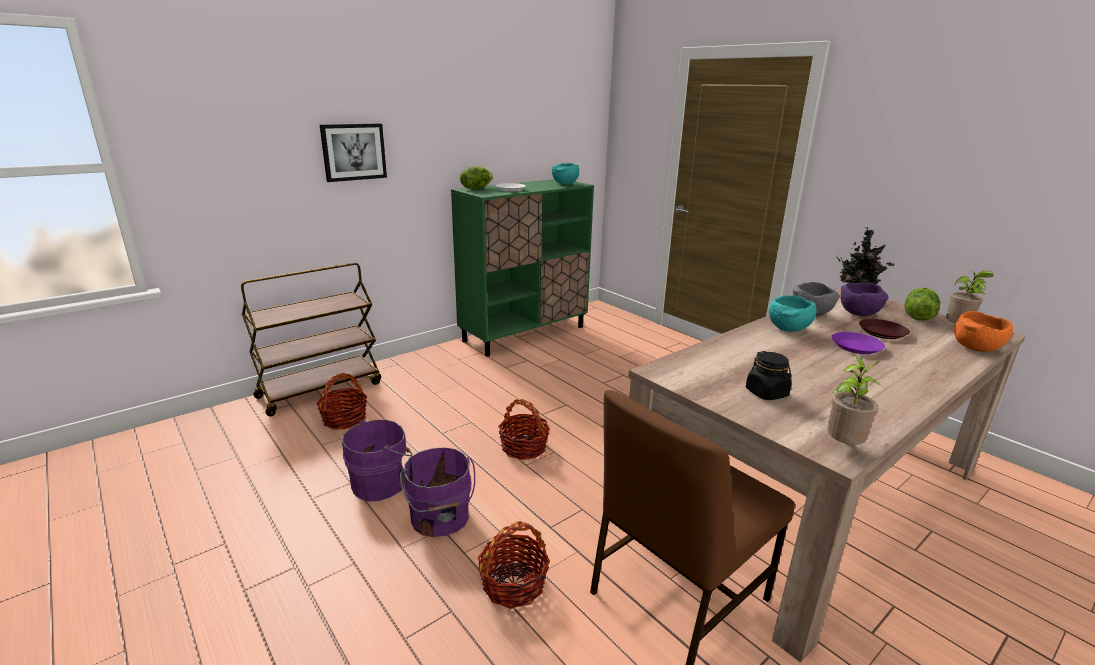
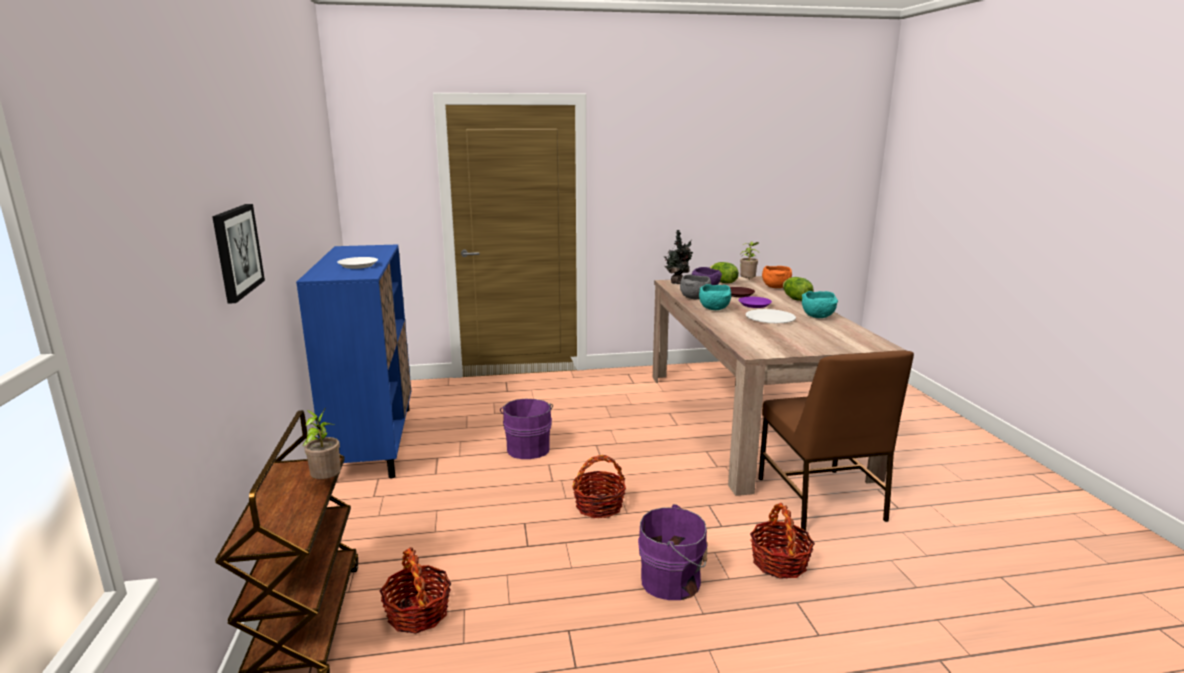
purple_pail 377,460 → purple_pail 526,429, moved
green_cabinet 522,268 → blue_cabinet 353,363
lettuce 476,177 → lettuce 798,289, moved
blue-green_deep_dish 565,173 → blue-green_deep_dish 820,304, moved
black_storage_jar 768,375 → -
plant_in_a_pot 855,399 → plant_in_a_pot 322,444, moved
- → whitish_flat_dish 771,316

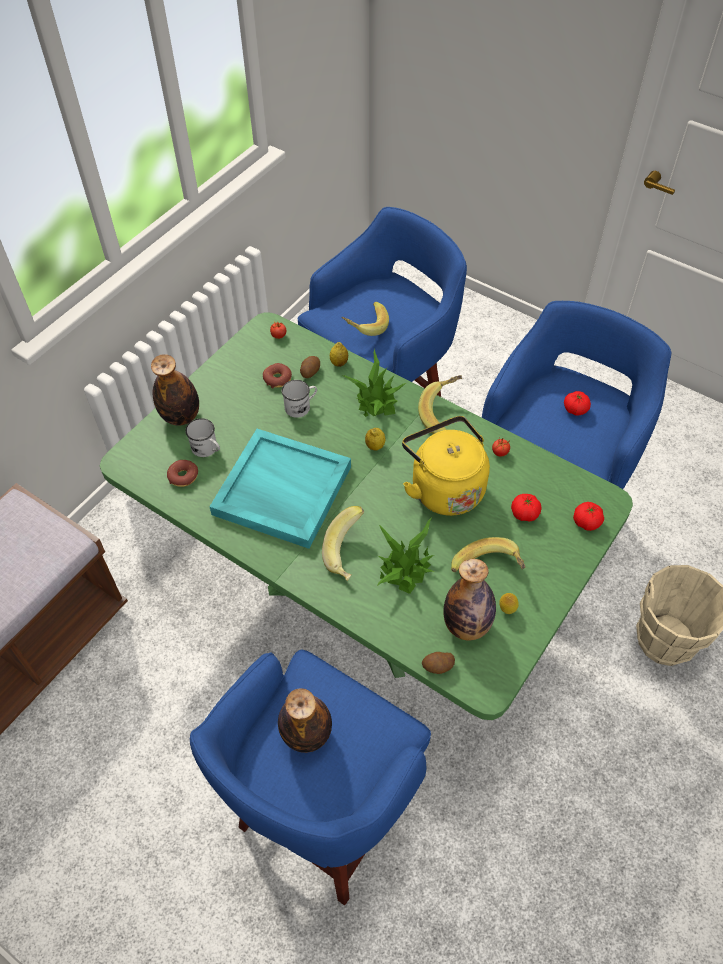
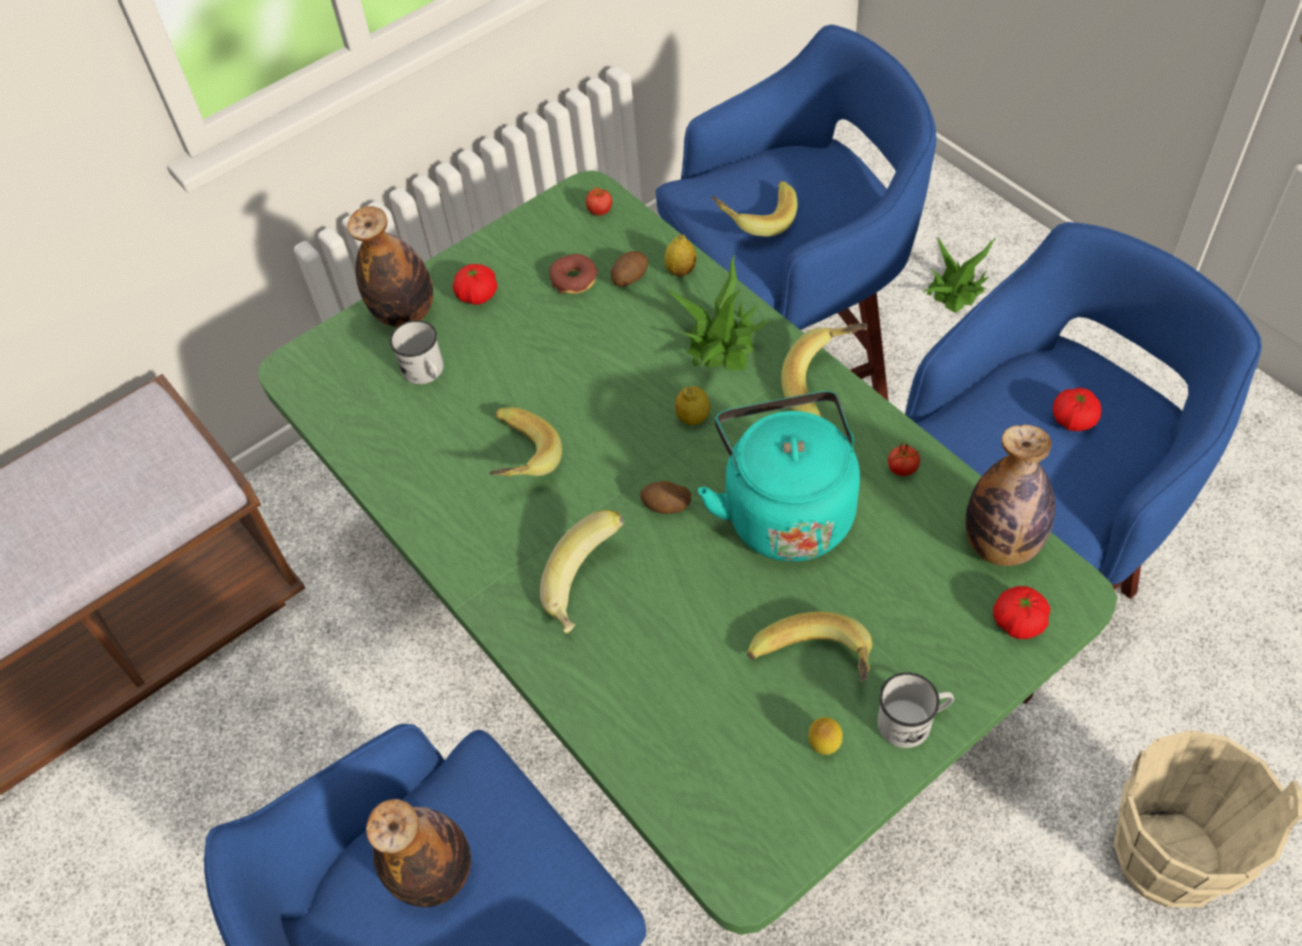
doughnut 182,473 → -
blue-green_serving_tray 280,489 → banana_fruit 525,442
whitish_tea_mug 299,399 → whitish_tea_mug 915,710, moved
plant_in_a_pot 405,555 → plant_in_a_pot 959,275, moved
yellow-coloured_water_kettle 446,466 → blue-green_water_kettle 779,476
spud 438,663 → spud 665,497, moved
drink_bottle 469,600 → drink_bottle 1010,495, moved
whole_tomato 526,508 → whole_tomato 475,284, moved

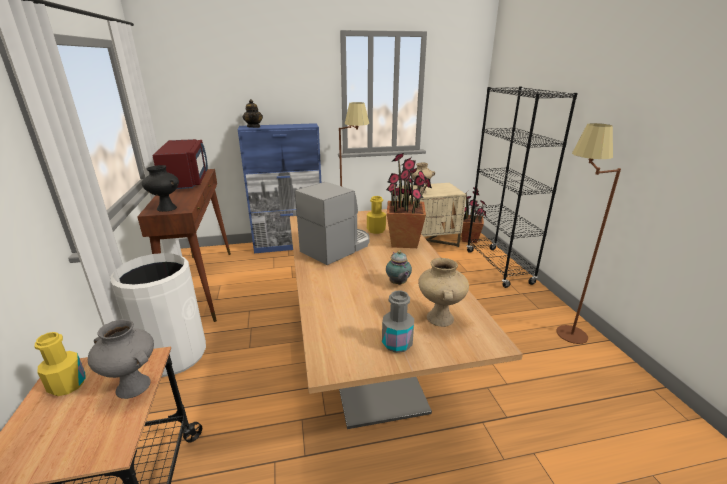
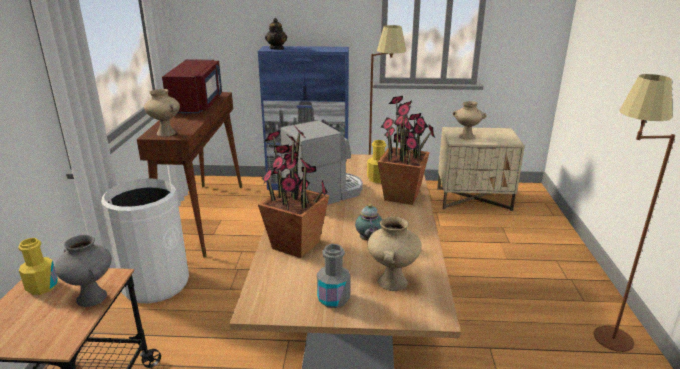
black_decorative_vase 160,188 → sand-coloured_decorative_vase 162,112
plant_in_a_pot 474,215 → plant_in_a_pot 293,191, moved
black_bookcase 522,187 → -

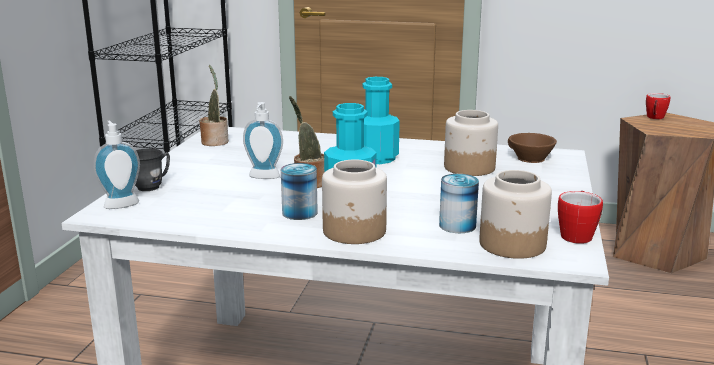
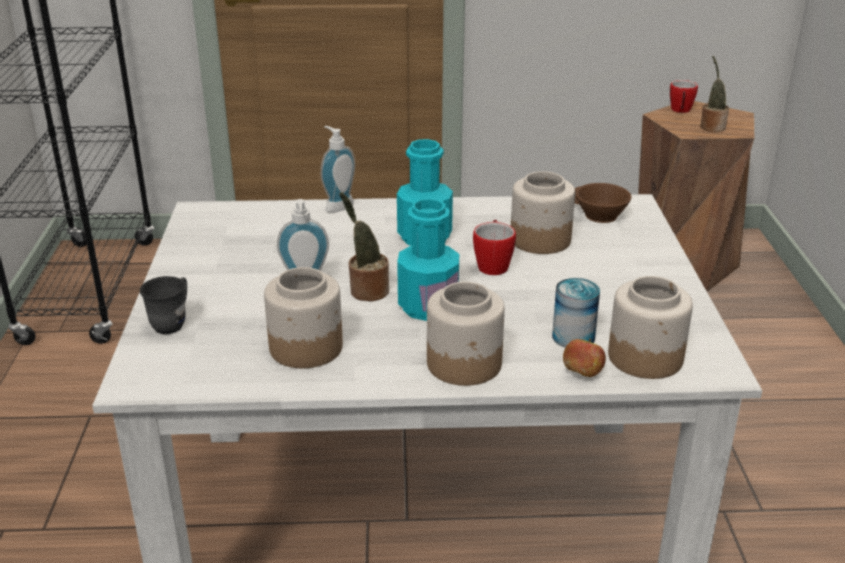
soap_dispenser 116,165 → soap_dispenser 338,169, moved
plant_in_a_pot 214,105 → plant_in_a_pot 714,94, moved
metal_can 299,191 → -
tea_mug 580,217 → tea_mug 494,247, moved
- → storage_jar 303,317
- → whole_apple 584,357

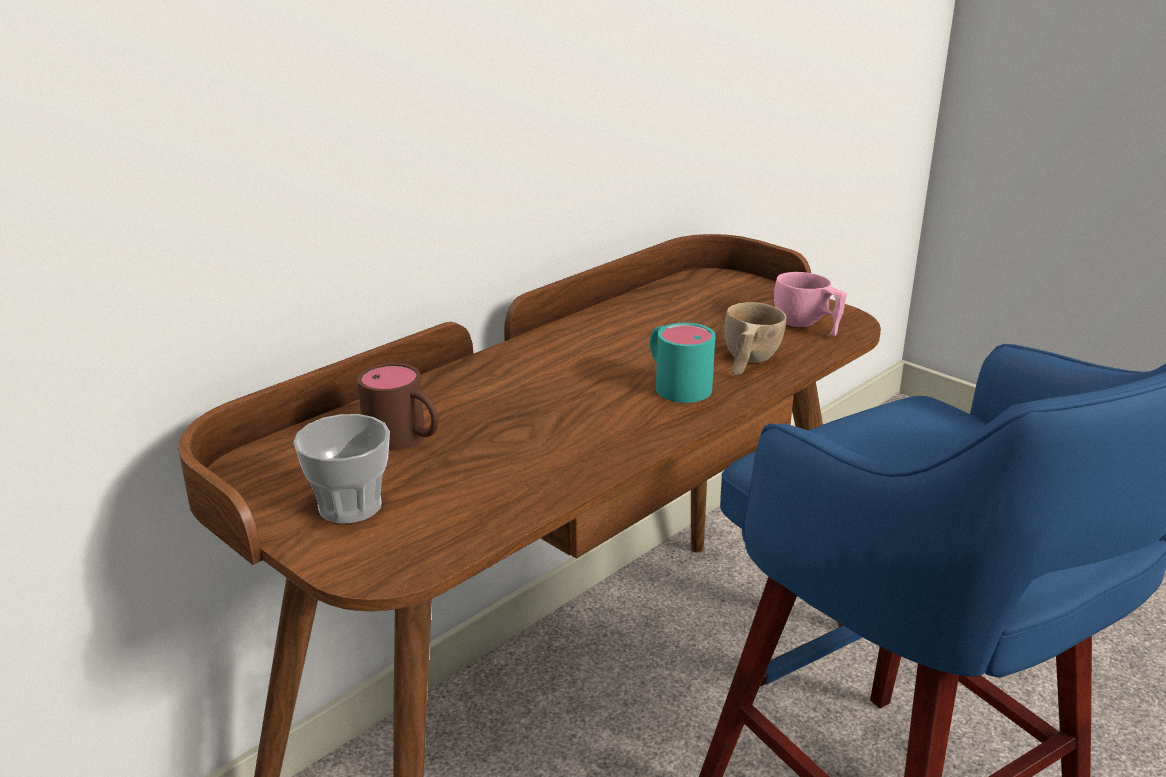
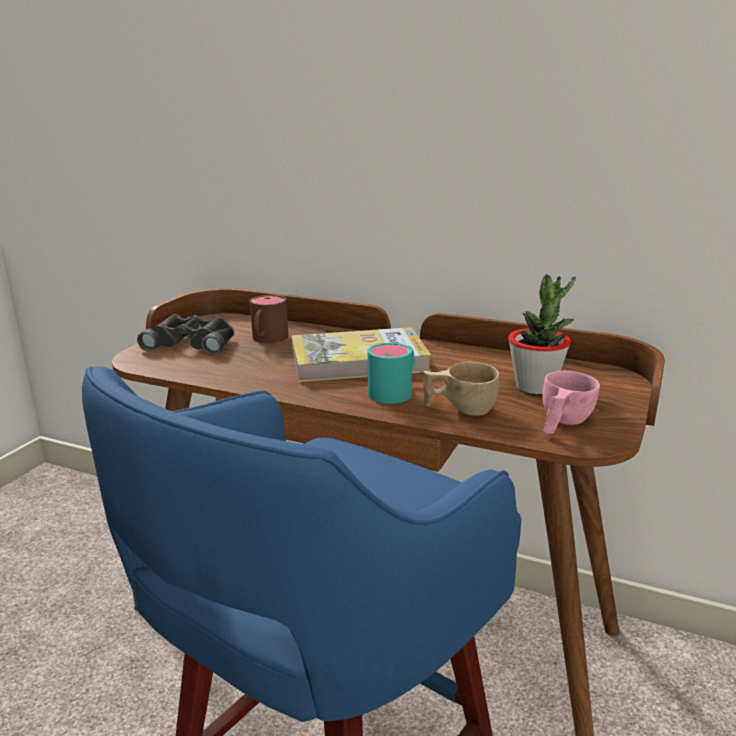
drinking_cup 341,469 → black_binoculars 185,334
- → book 361,354
- → plant_in_a_pot 542,334

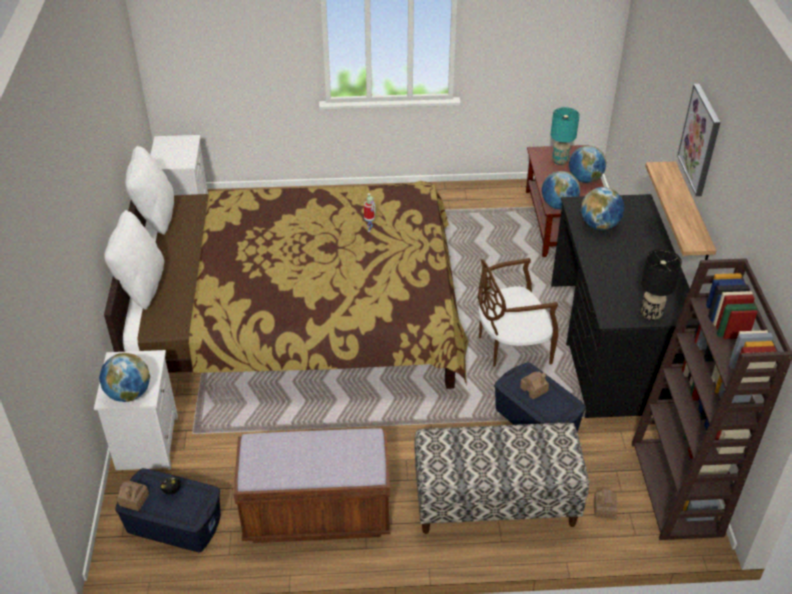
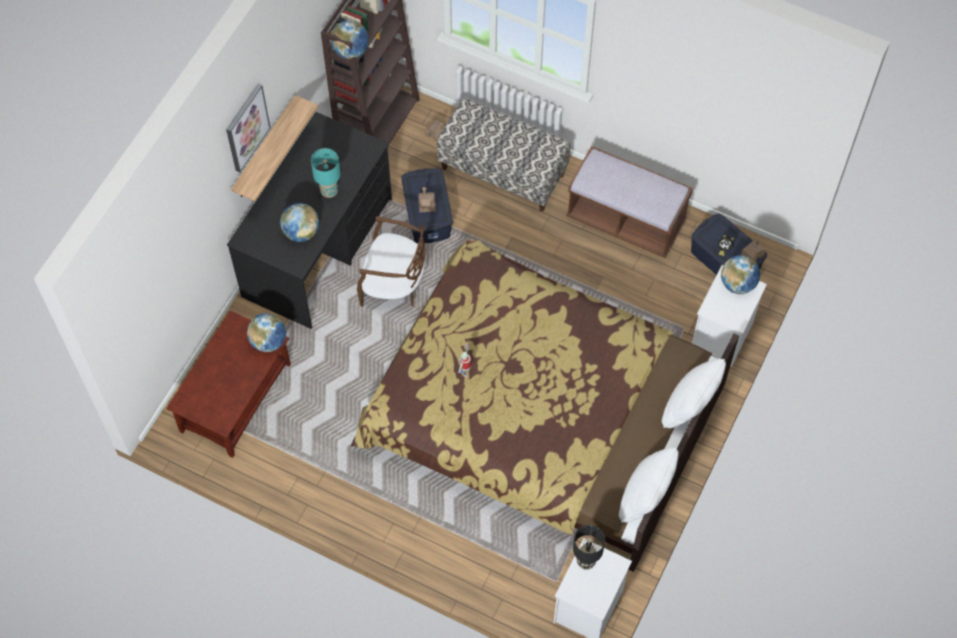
blue-green_table_lamp 565,136 → blue-green_table_lamp 326,173, moved
world_globe 588,164 → world_globe 349,39, moved
black_table_lamp 661,284 → black_table_lamp 589,547, moved

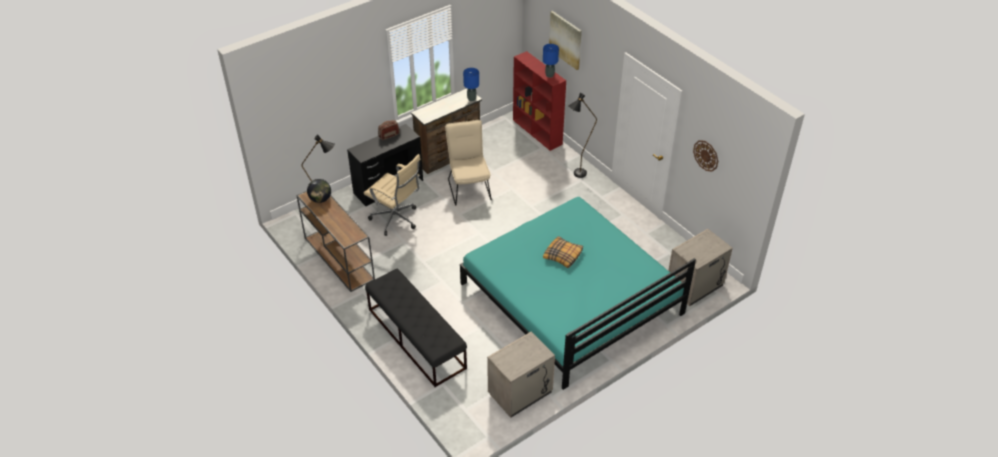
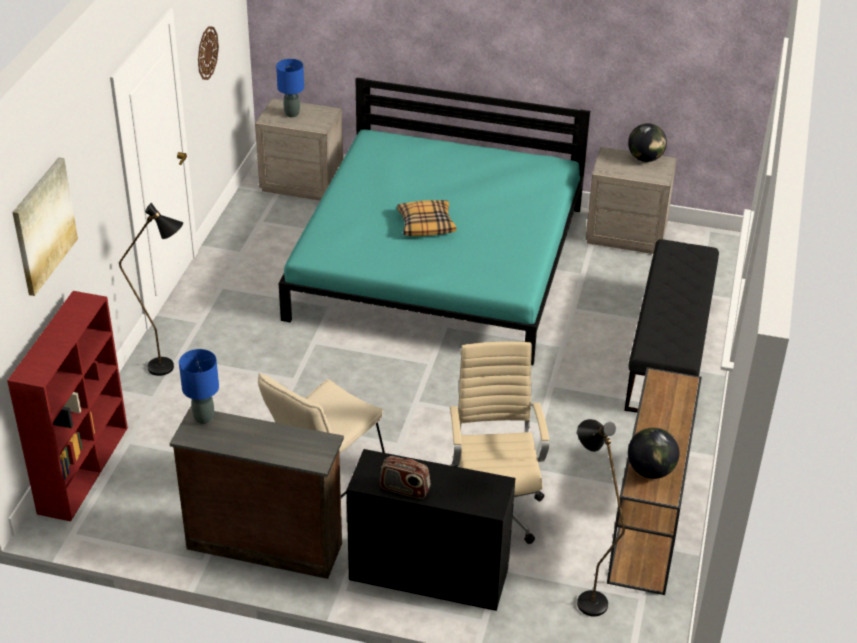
blue_table_lamp 551,61 → blue_table_lamp 290,88, moved
- → world_globe 647,142

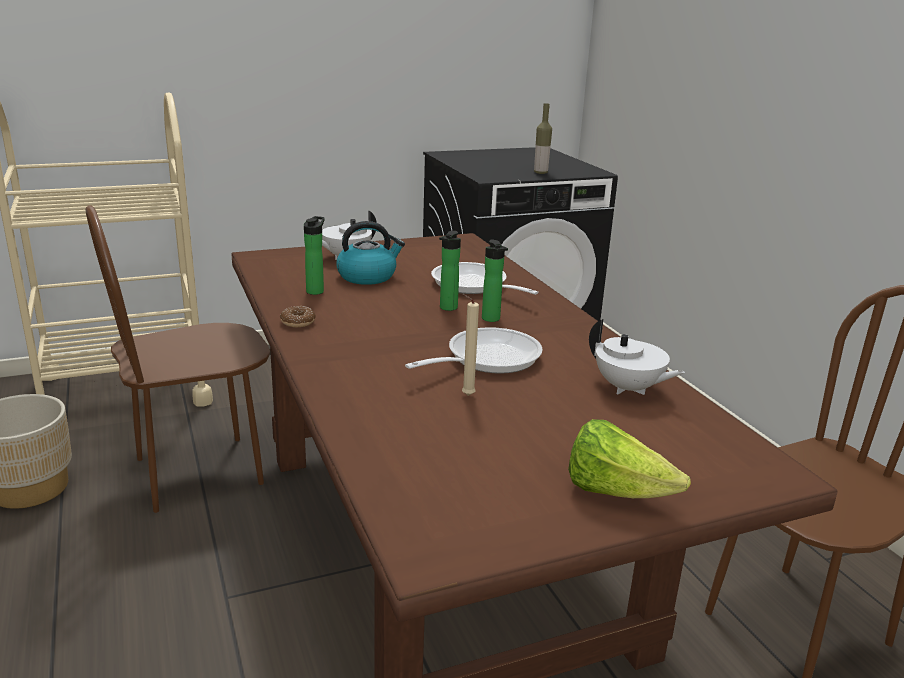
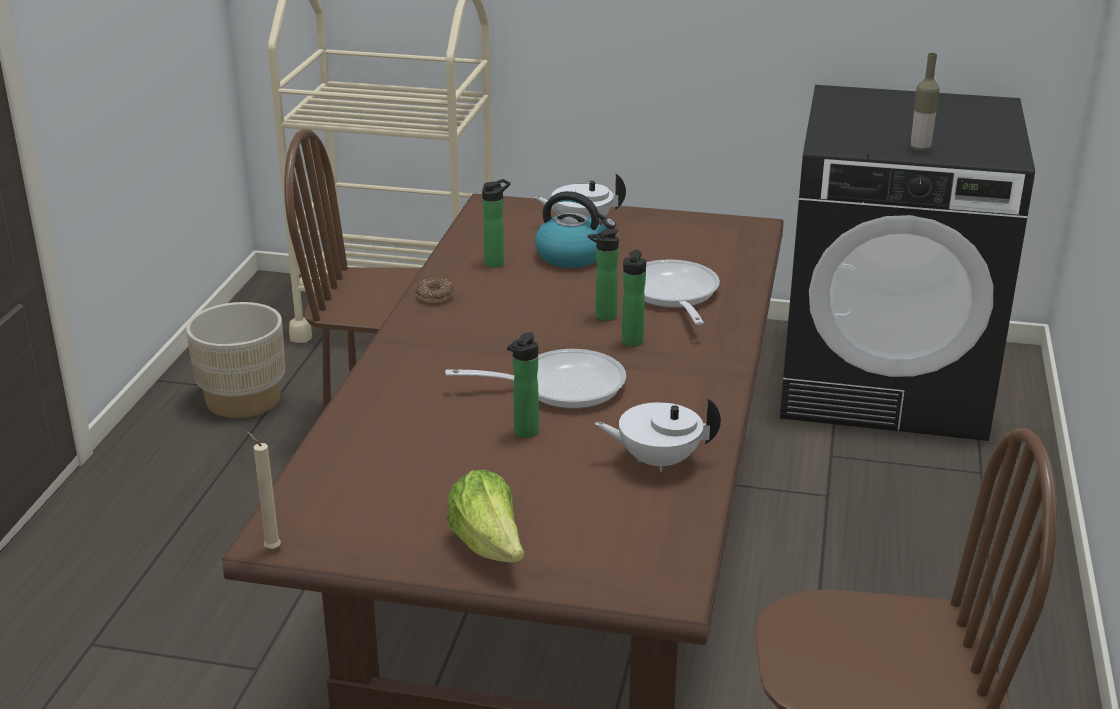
sand-coloured_candle 470,345 → sand-coloured_candle 264,490, moved
whitish_teapot 637,357 → whitish_teapot 658,434, 105 degrees clockwise
- → drink_bottle 523,385

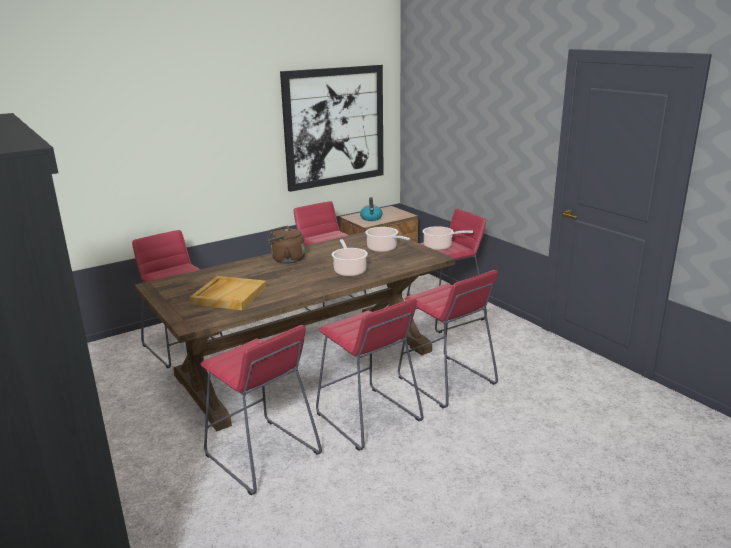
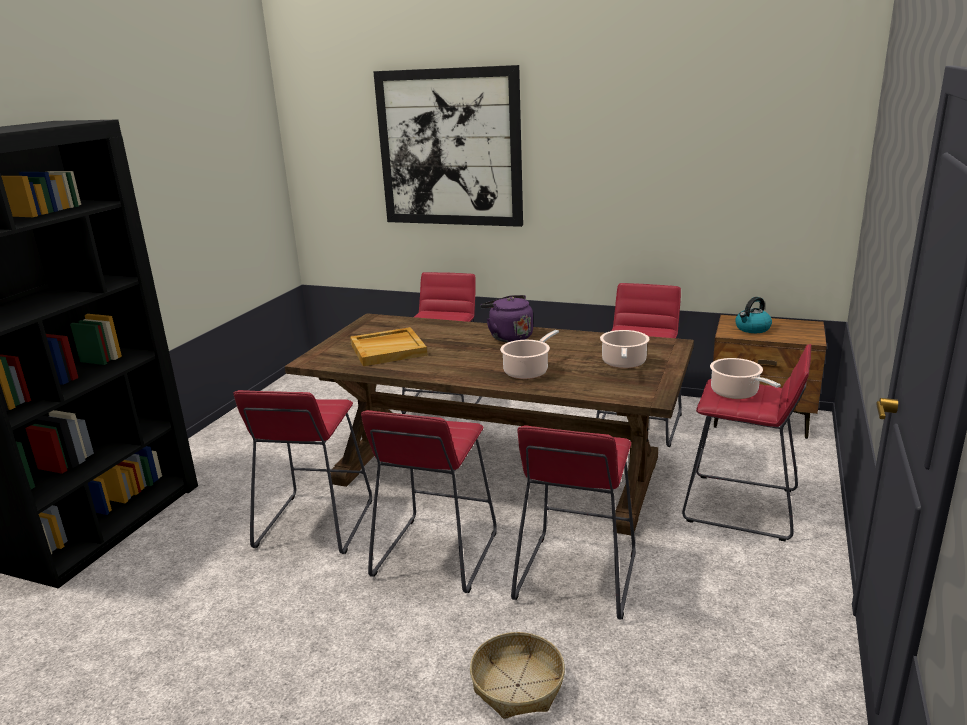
brown-coloured_water_kettle 286,245 → purple_water_kettle 507,318
wall_picture 332,128 → wall_picture 448,146, moved
- → household_basket 517,675

